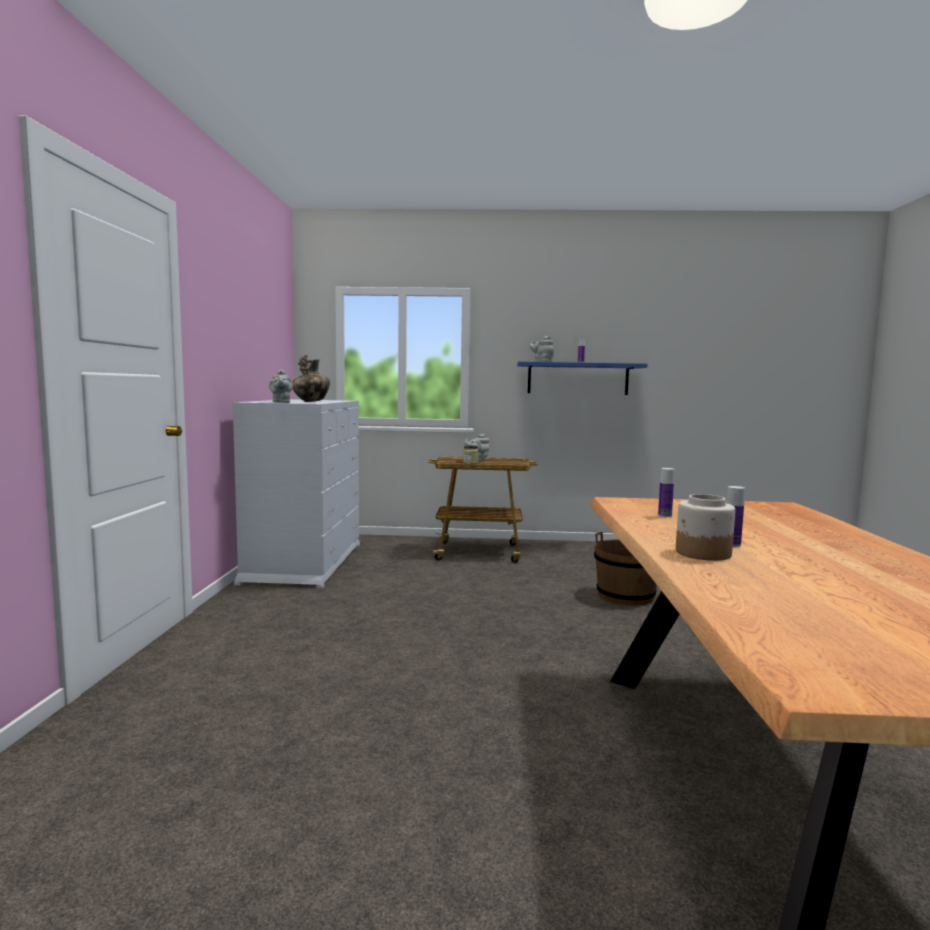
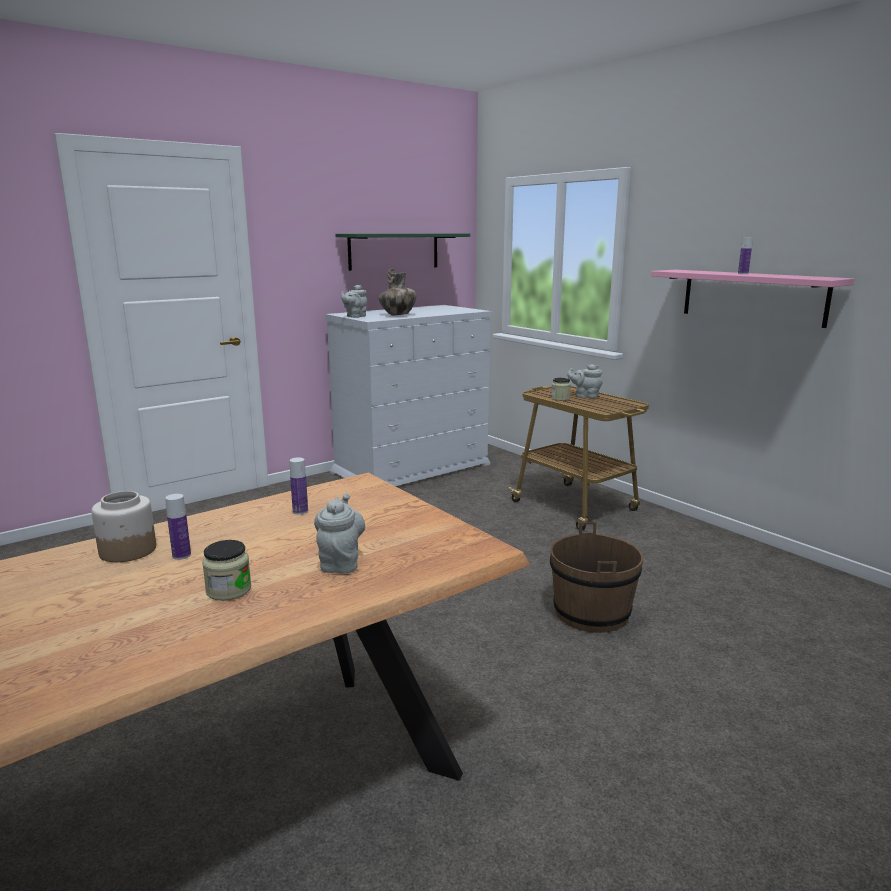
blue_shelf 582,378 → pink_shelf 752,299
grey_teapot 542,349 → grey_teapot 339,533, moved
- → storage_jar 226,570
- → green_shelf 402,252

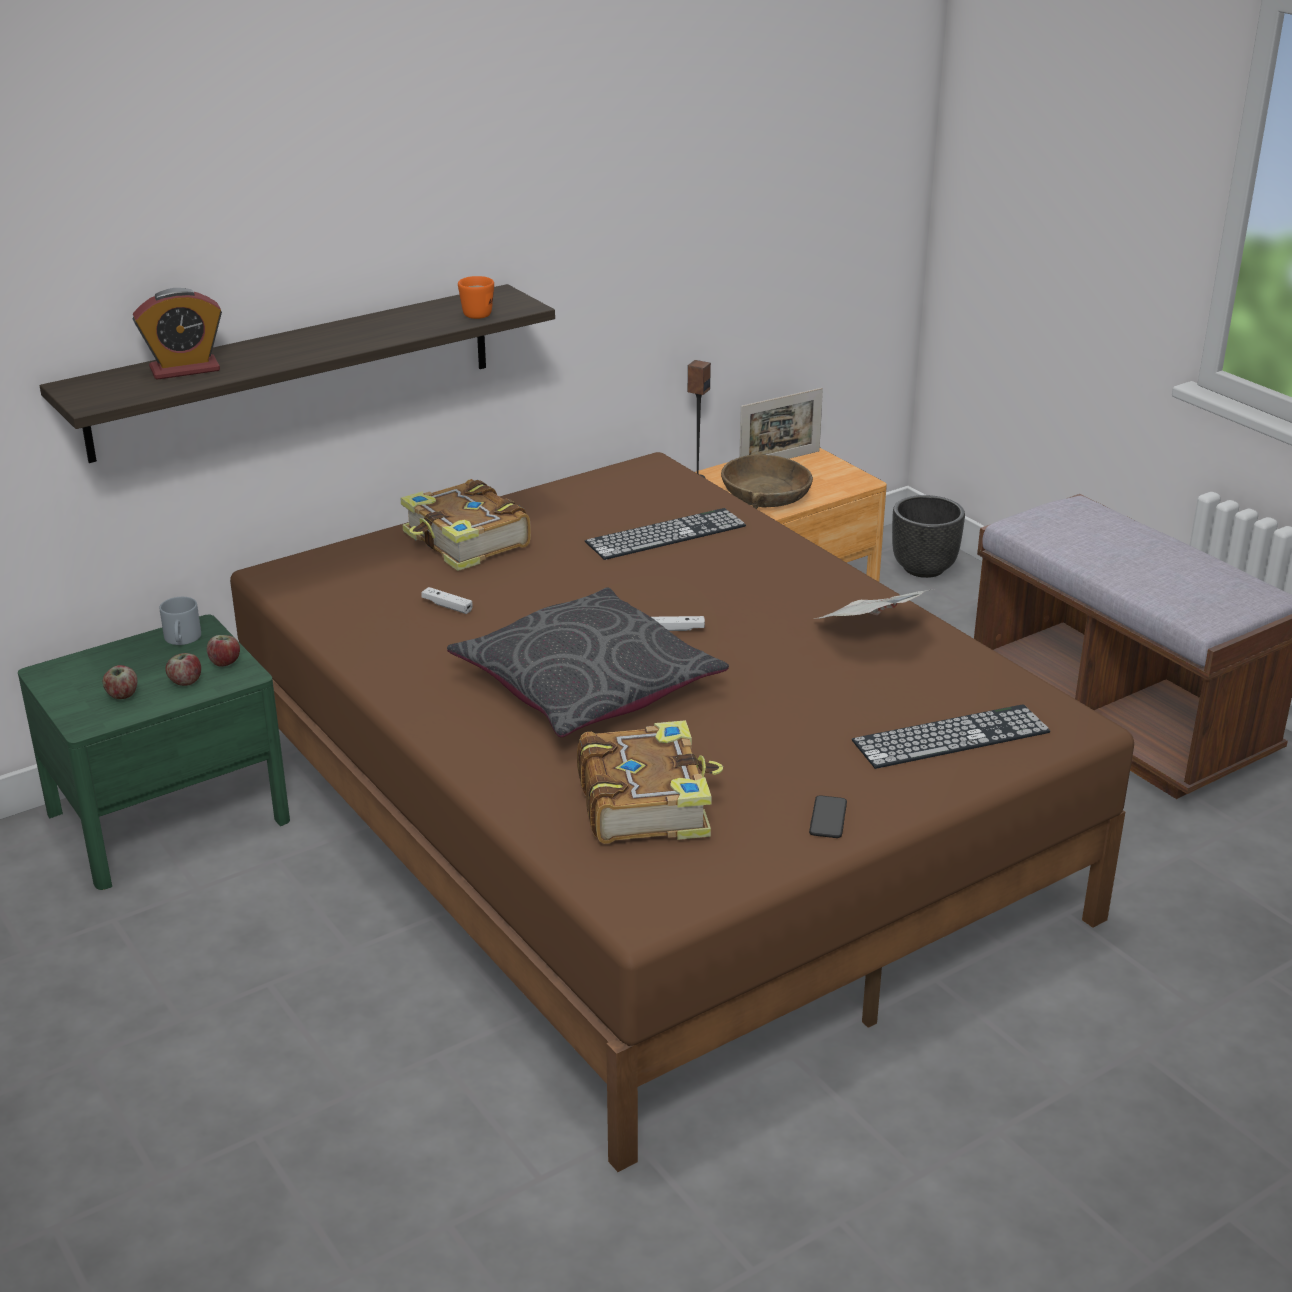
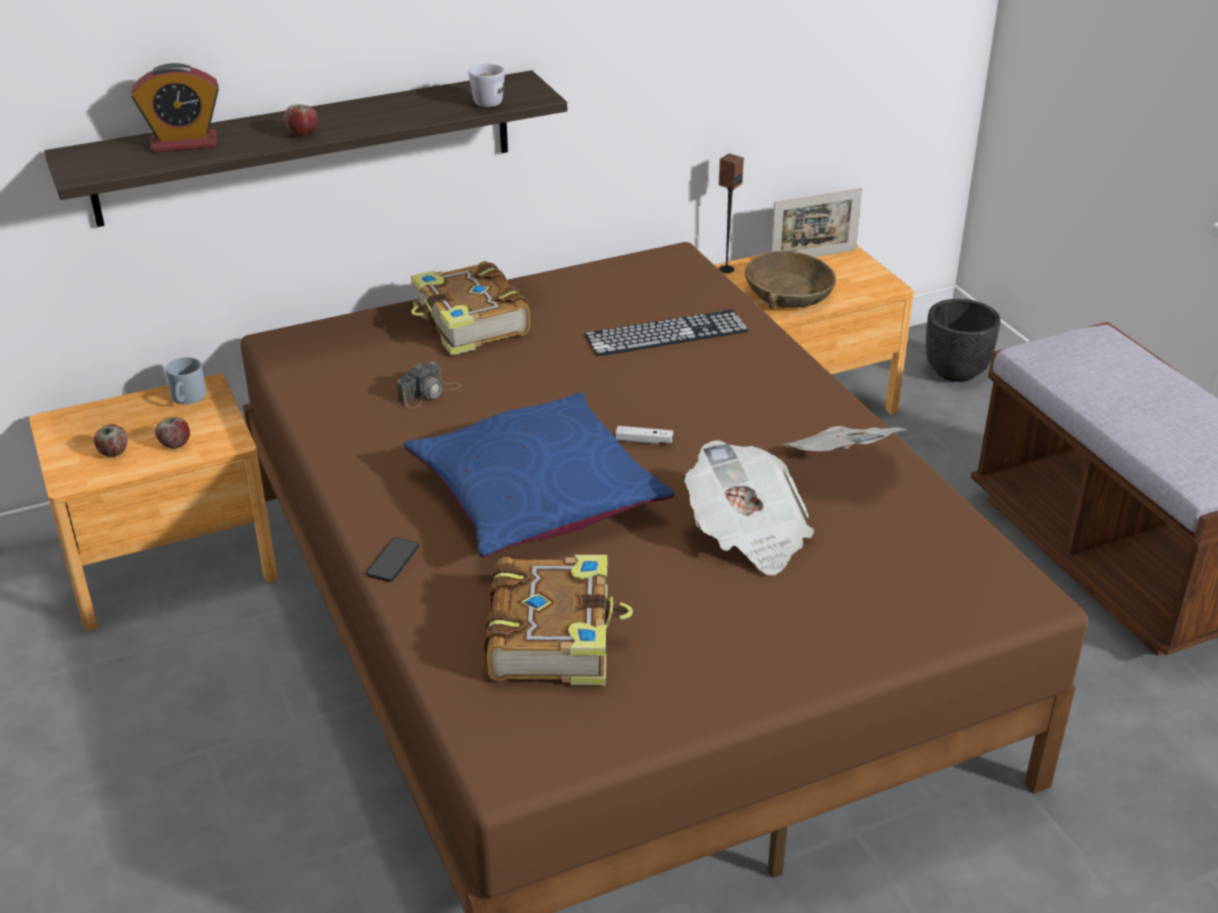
green_night_table 154,752 → brown-coloured_night_table 153,502
whole_apple 223,651 → whole_apple 301,120, moved
whitish_game_controller 446,600 → photo_camera 429,384
grey_cushion 588,662 → blue_cushion 539,474
orange_tea_mug 476,297 → whitish_tea_mug 486,85
telephone 828,816 → telephone 392,560, moved
computer_keyboard 951,736 → -
- → newspaper 749,508

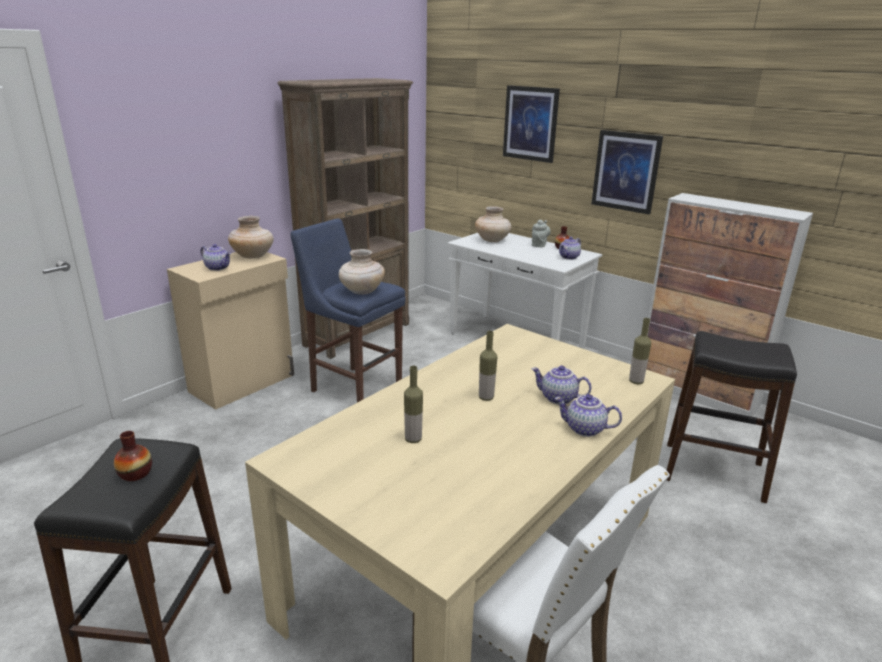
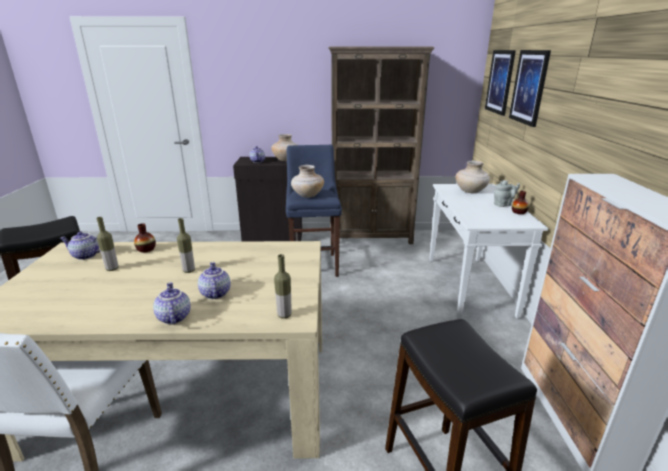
decorative_vase 133,456 → decorative_vase 145,238, moved
sand-coloured_cabinet 230,331 → black_cabinet 267,199
teapot 570,248 → teapot 80,246, moved
wall_picture 627,172 → wall_picture 500,83, moved

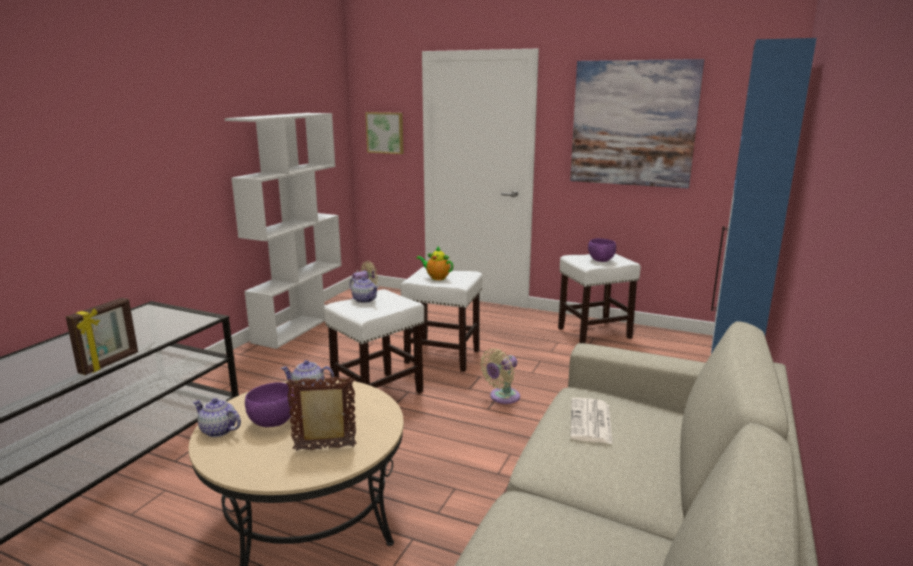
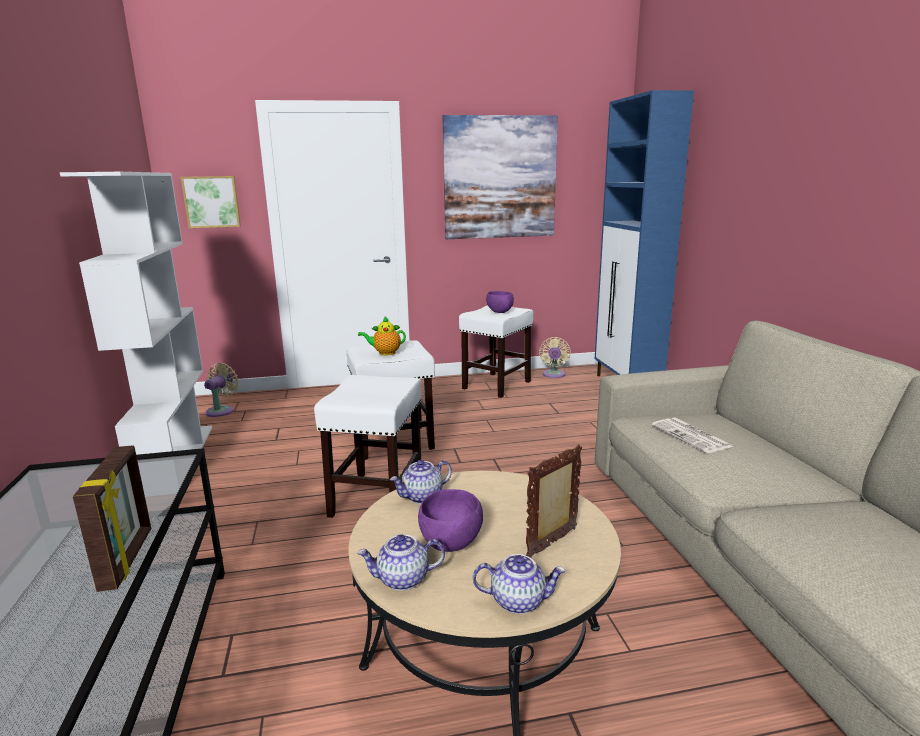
teapot 364,290 → teapot 519,584, moved
sand-coloured_cooling_fan 500,376 → sand-coloured_cooling_fan 555,357, moved

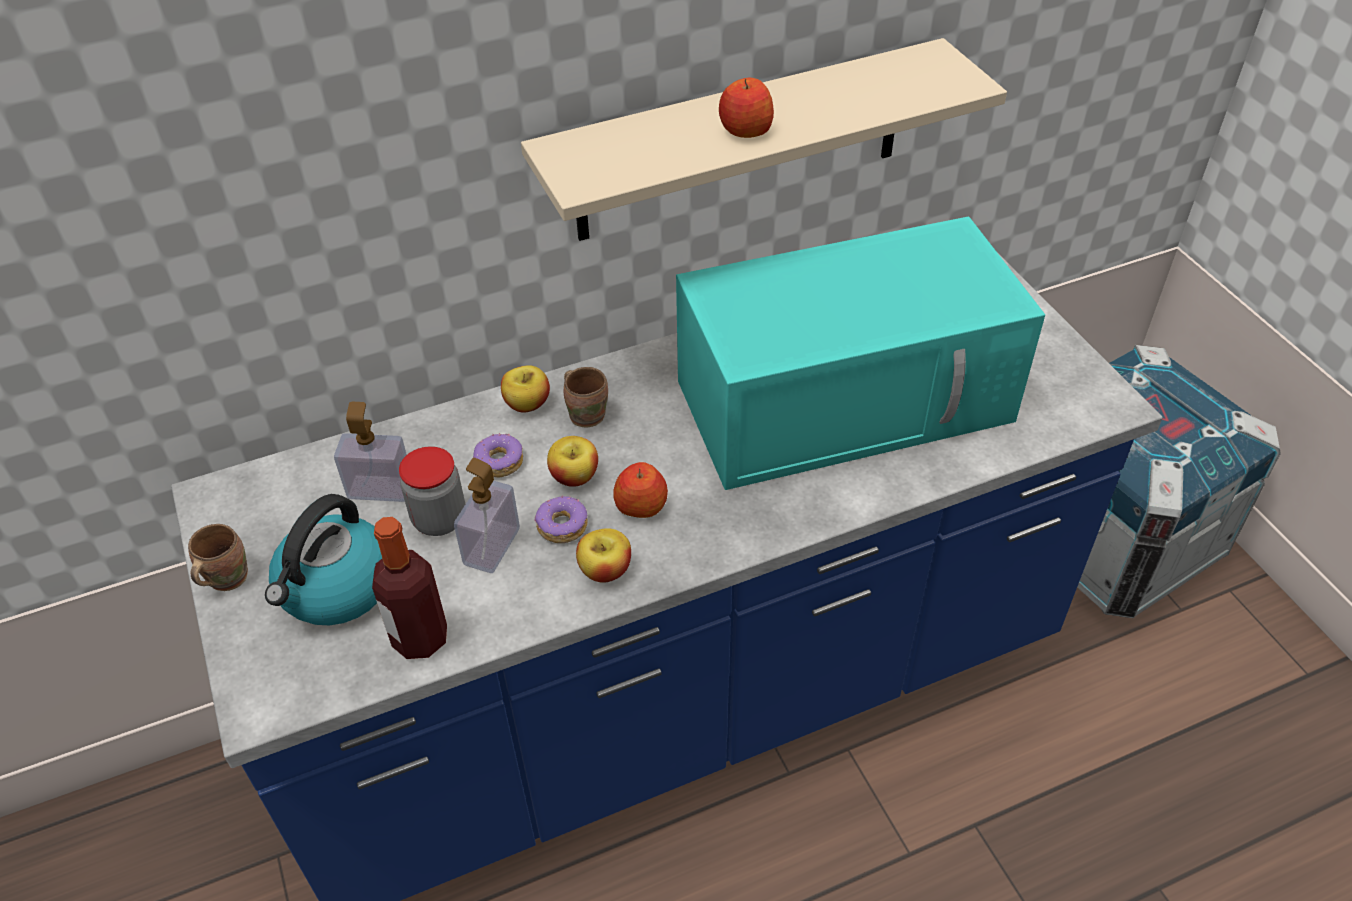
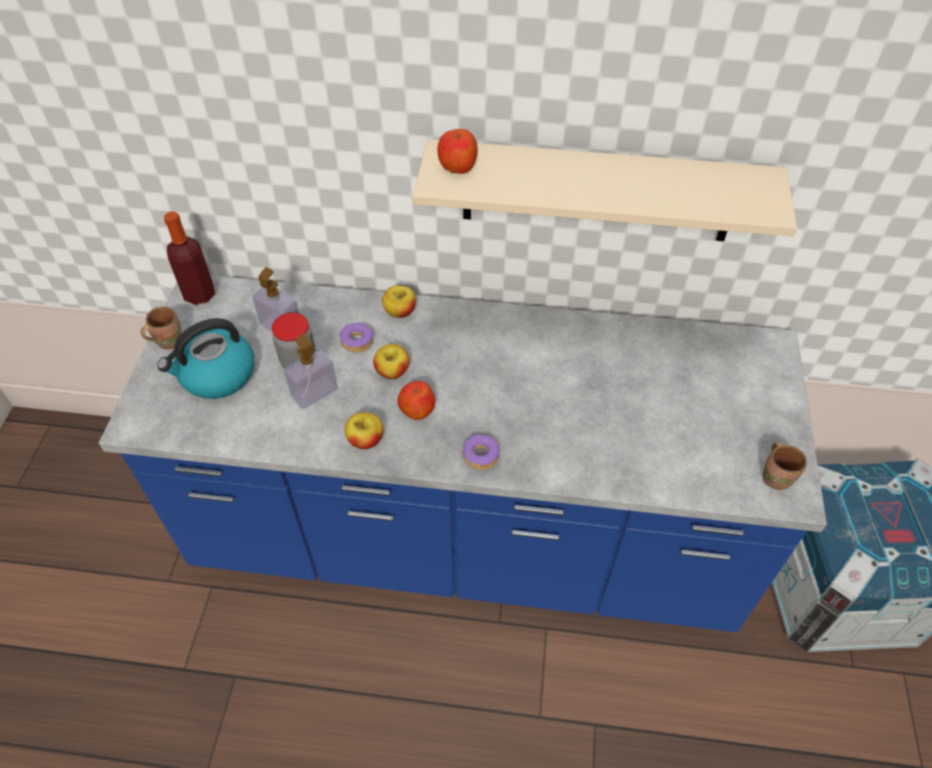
drink_bottle 409,588 → drink_bottle 189,258, moved
doughnut 561,519 → doughnut 481,452, moved
brown-coloured_tea_mug 586,397 → brown-coloured_tea_mug 785,466, moved
blue-green_kitchen_microwave 860,353 → -
whole_apple 746,108 → whole_apple 457,151, moved

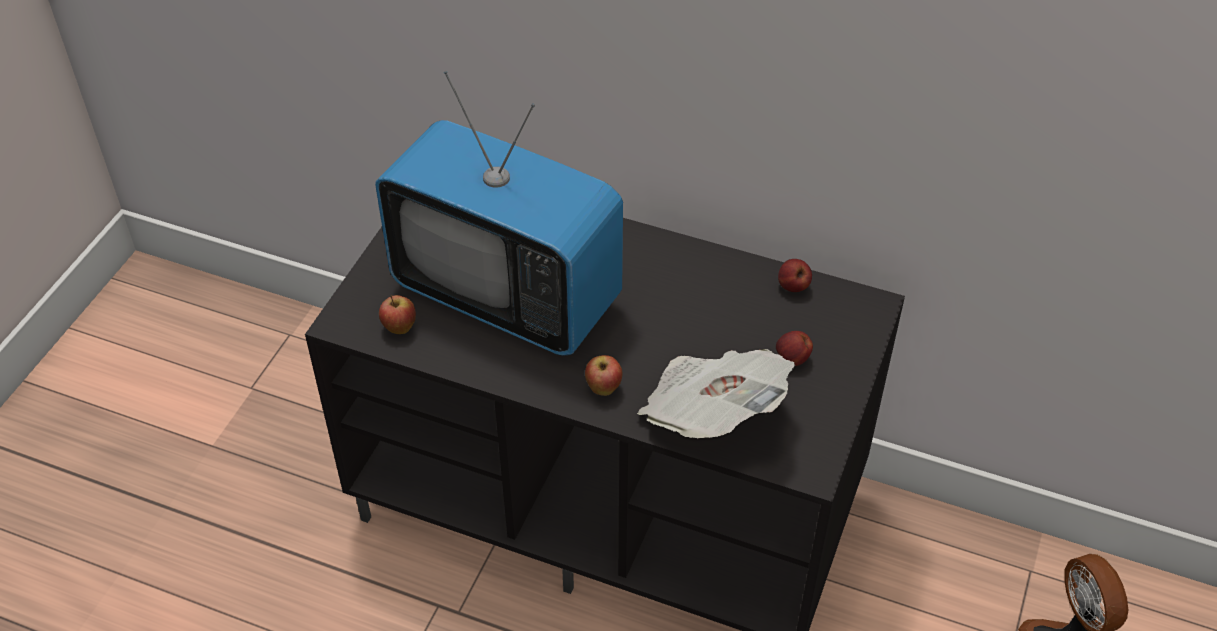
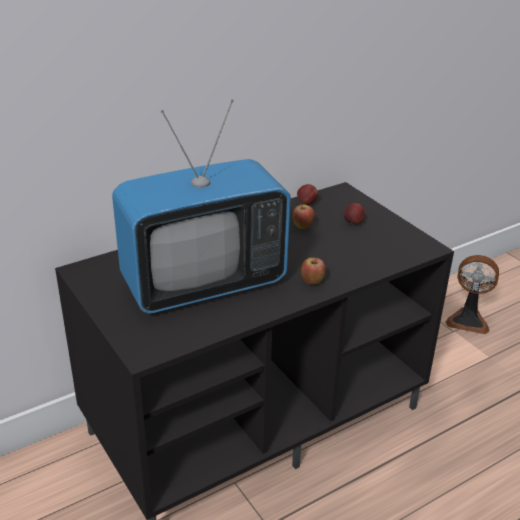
whole_apple 397,314 → whole_apple 303,216, moved
newspaper 716,393 → -

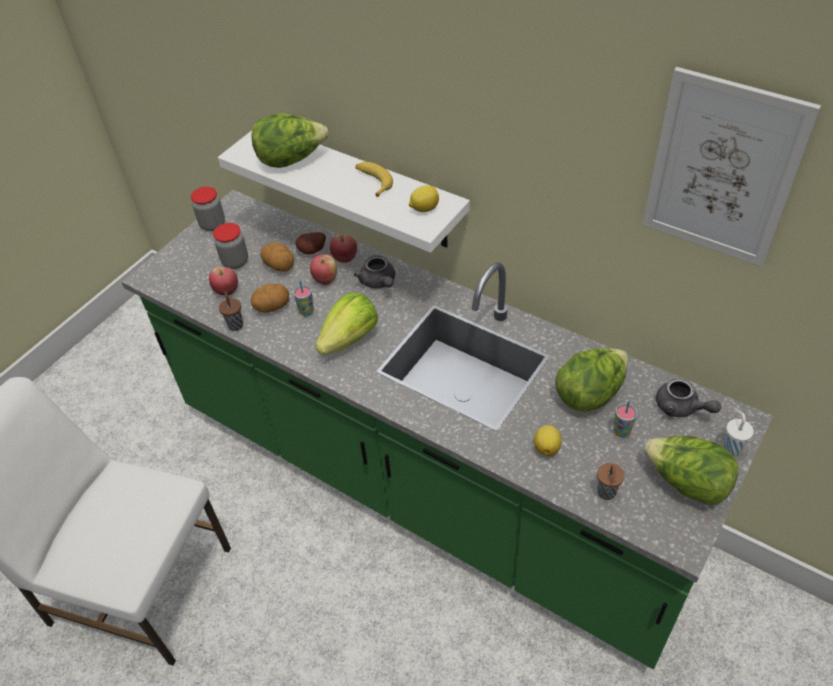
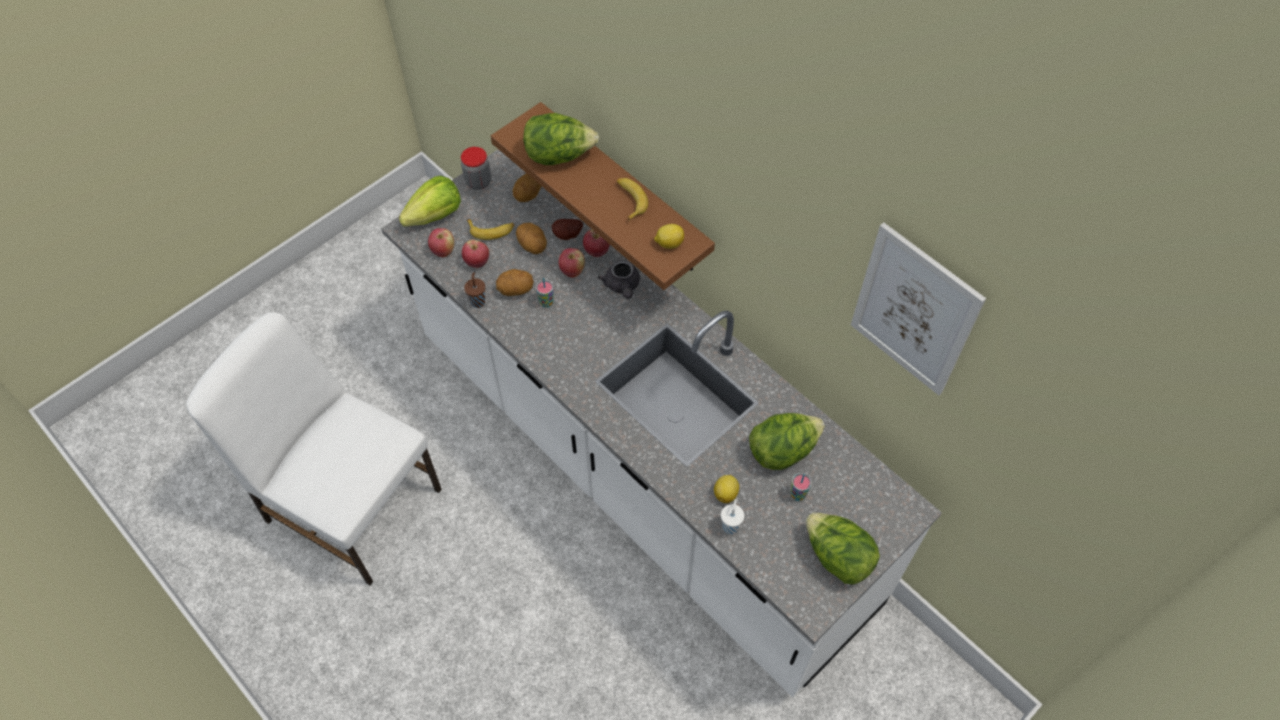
green_counter 447,429 → whitish_counter 661,423
storage_jar 230,246 → banana_fruit 491,229
whitish_shelf 344,192 → brown-coloured_shelf 603,196
lettuce 347,324 → lettuce 430,200, moved
brown-coloured_drinking_cup 610,481 → -
grey_teapot 688,397 → -
whitish_drinking_cup 738,433 → whitish_drinking_cup 732,517, moved
- → whole_apple 441,242
- → spud 527,187

